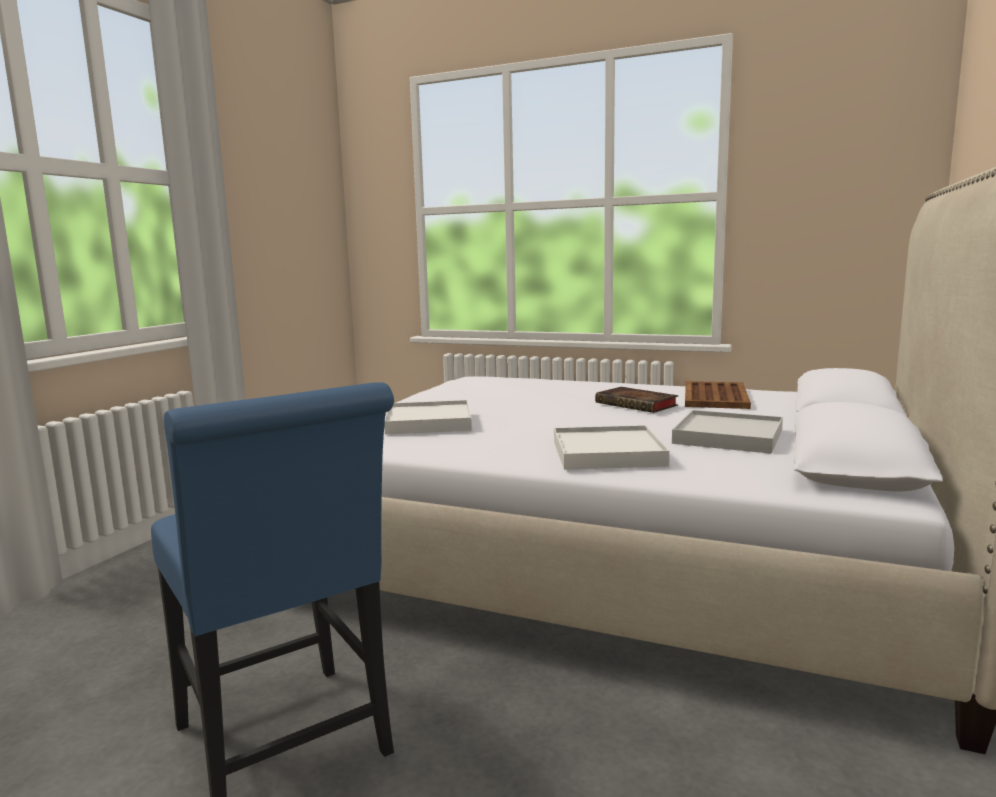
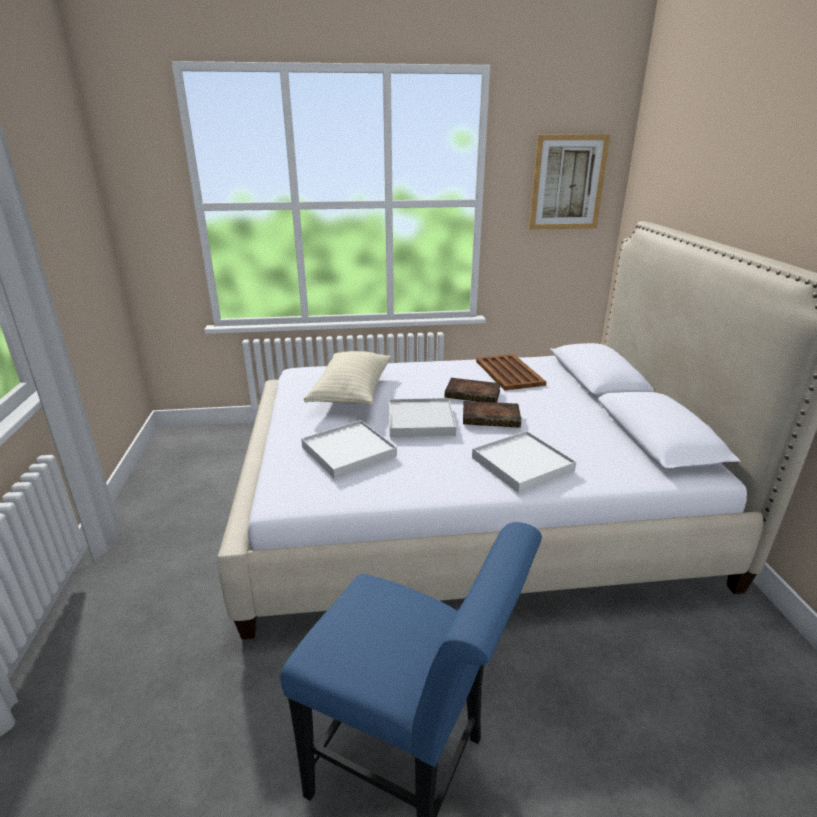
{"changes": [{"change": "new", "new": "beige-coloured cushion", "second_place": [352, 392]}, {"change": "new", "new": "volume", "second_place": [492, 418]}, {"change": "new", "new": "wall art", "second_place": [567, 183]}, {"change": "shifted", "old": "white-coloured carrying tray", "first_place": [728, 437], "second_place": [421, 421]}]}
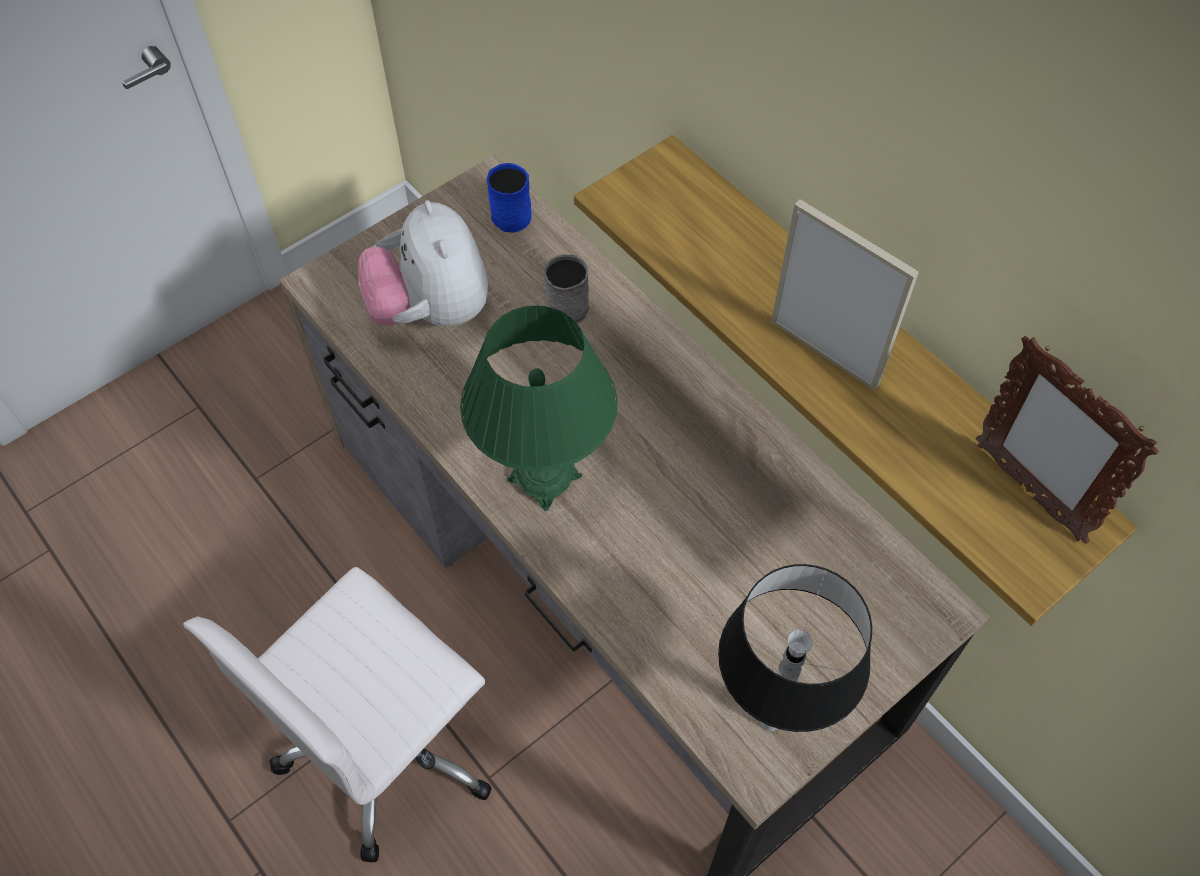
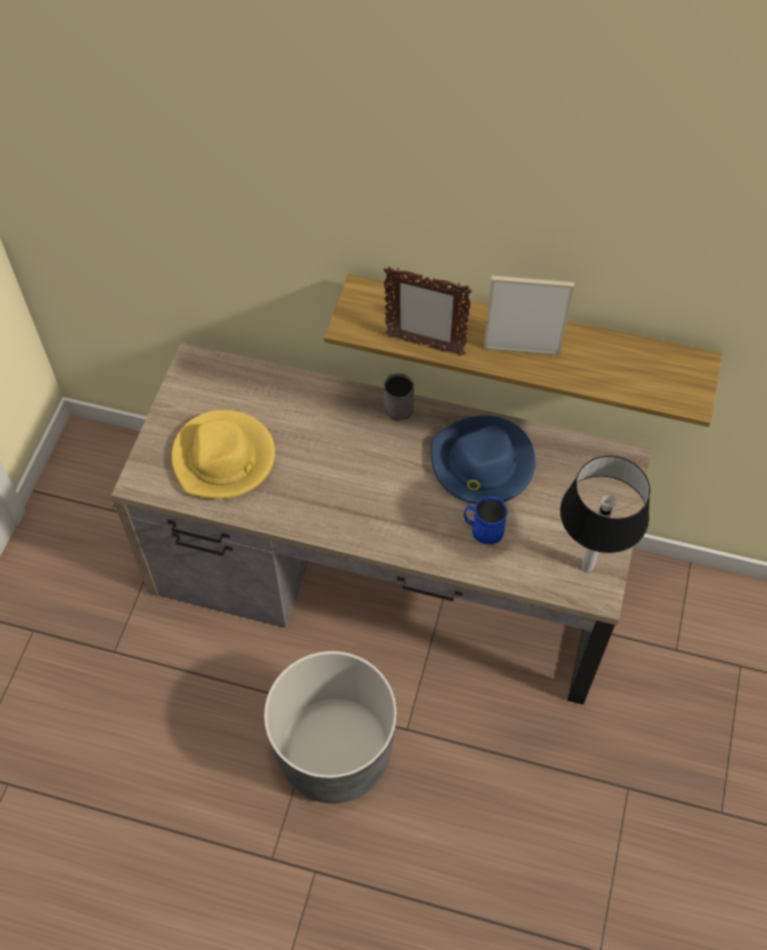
{"changes": [{"change": "gone", "old": "green-coloured lamp for a table", "first_place": [544, 477]}, {"change": "new", "new": "blue-coloured clothing hat", "second_place": [482, 464]}, {"change": "shifted", "old": "blue-coloured coffee mug", "first_place": [507, 213], "second_place": [483, 529]}, {"change": "shifted", "old": "grey coffee mug", "first_place": [569, 303], "second_place": [396, 405]}, {"change": "shifted", "old": "standing frame", "first_place": [1028, 490], "second_place": [424, 345]}, {"change": "swapped", "old": "white-coloured desk chair", "new": "grey flower pot", "first_place": [389, 746], "second_place": [334, 751]}, {"change": "swapped", "old": "plush toy", "new": "yellowish clothing hat", "first_place": [431, 310], "second_place": [224, 459]}]}
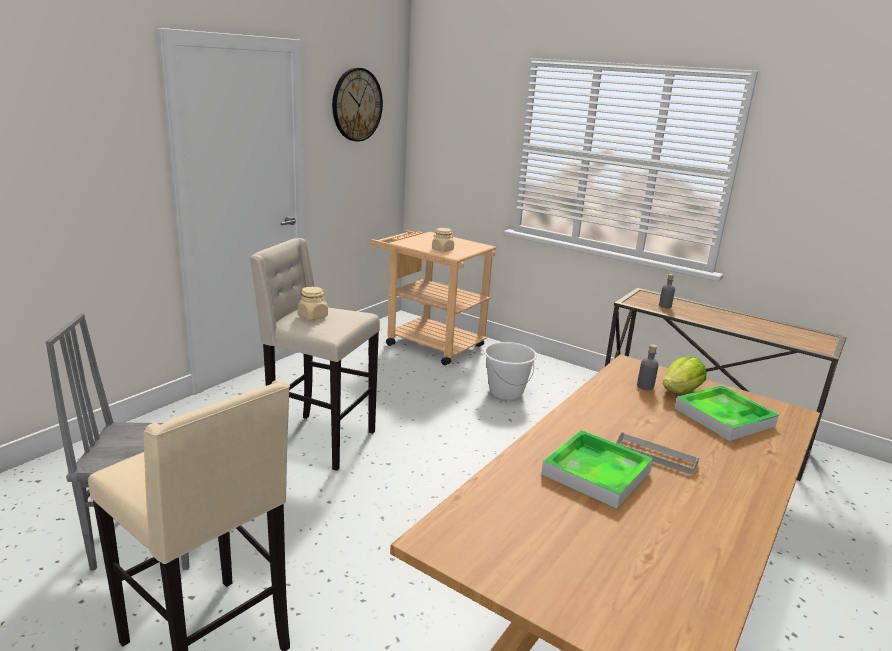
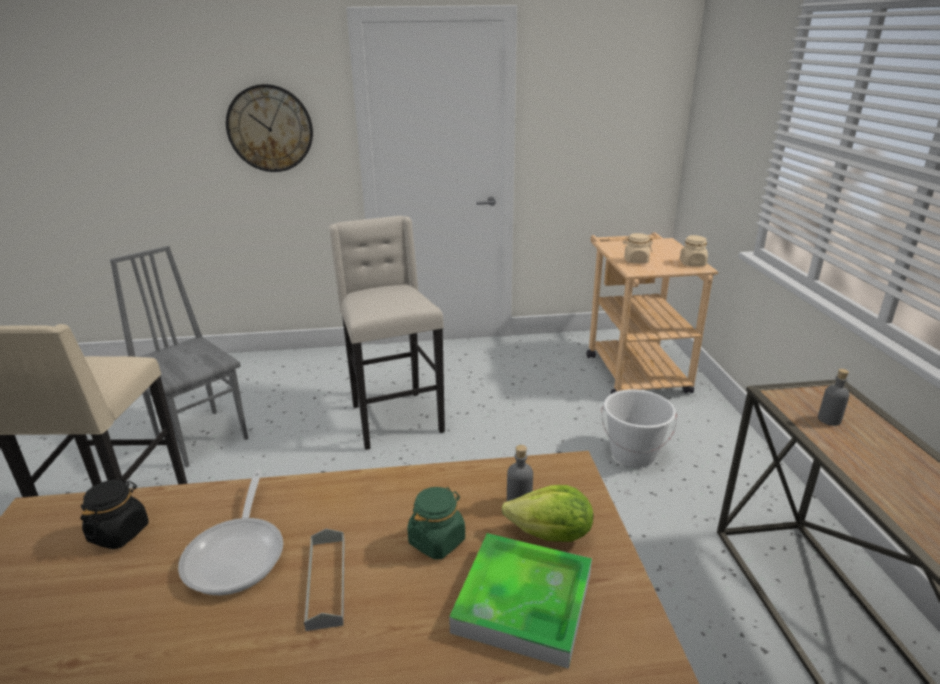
{"changes": [{"change": "new", "new": "blackish preserve jar", "second_place": [119, 533]}, {"change": "new", "new": "green-coloured preserve jar", "second_place": [437, 541]}, {"change": "shifted", "old": "beige-coloured preserve jar", "first_place": [313, 316], "second_place": [692, 263]}, {"change": "shifted", "old": "clock on the wall", "first_place": [357, 105], "second_place": [270, 128]}, {"change": "swapped", "old": "carrying tray", "new": "frying pan", "first_place": [596, 473], "second_place": [238, 553]}]}
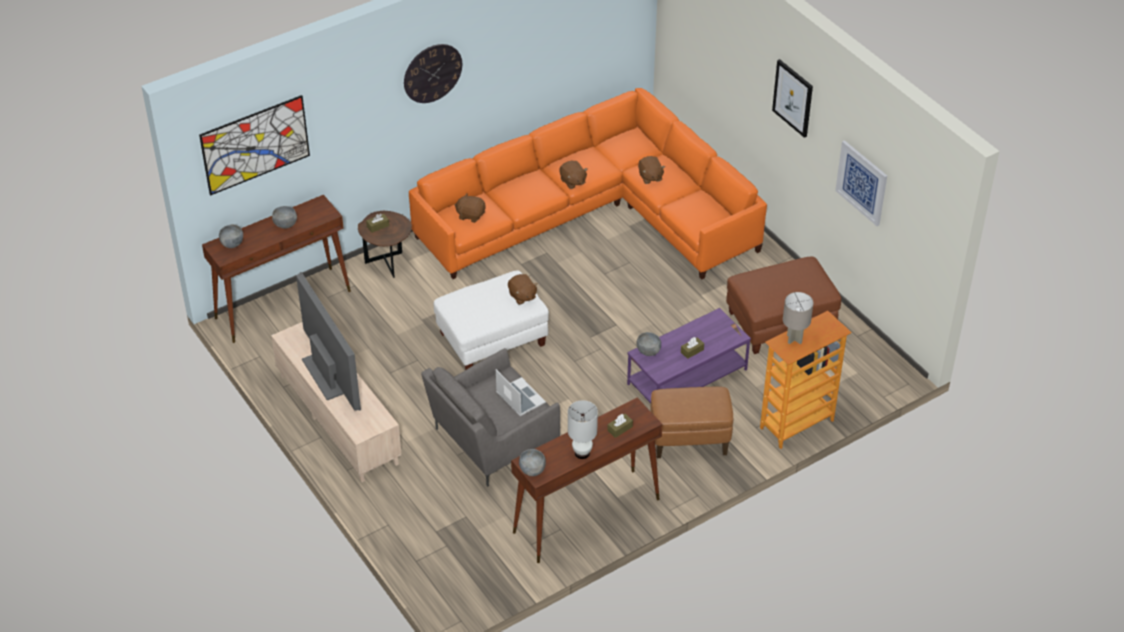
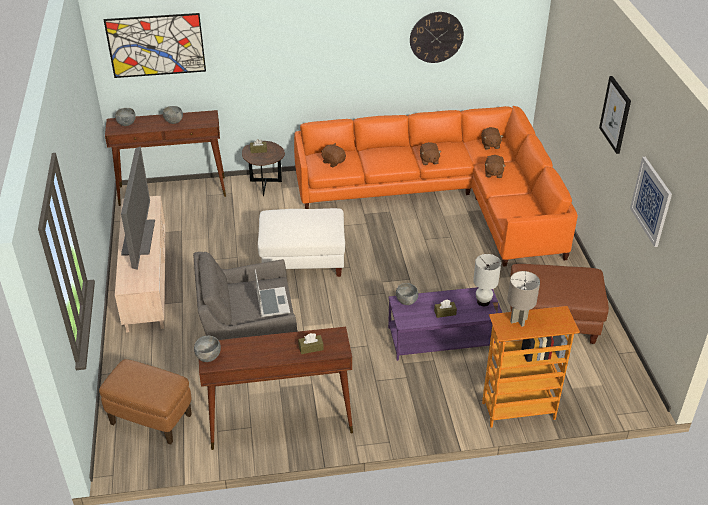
{"changes": [{"change": "shifted", "old": "clock on the wall", "first_place": [432, 73], "second_place": [436, 37]}, {"change": "shifted", "old": "brownish plush toy", "first_place": [522, 296], "second_place": [490, 145]}, {"change": "shifted", "old": "white-coloured lamp for a table", "first_place": [582, 453], "second_place": [483, 301]}, {"change": "shifted", "old": "brownish footrest", "first_place": [689, 441], "second_place": [151, 419]}]}
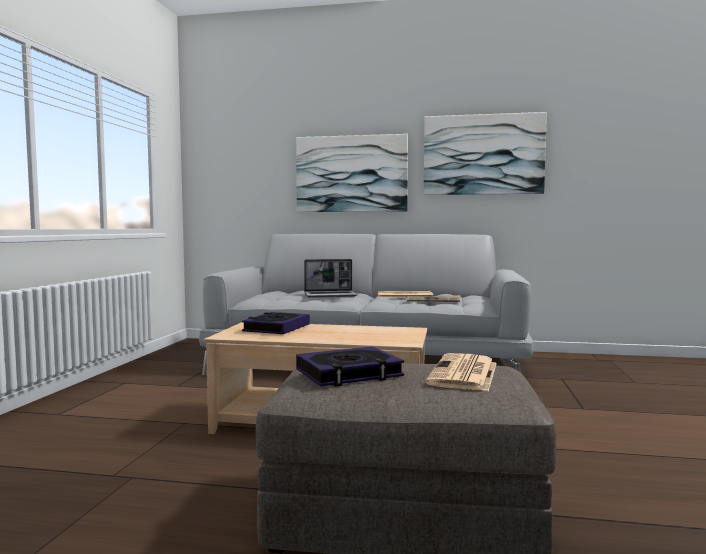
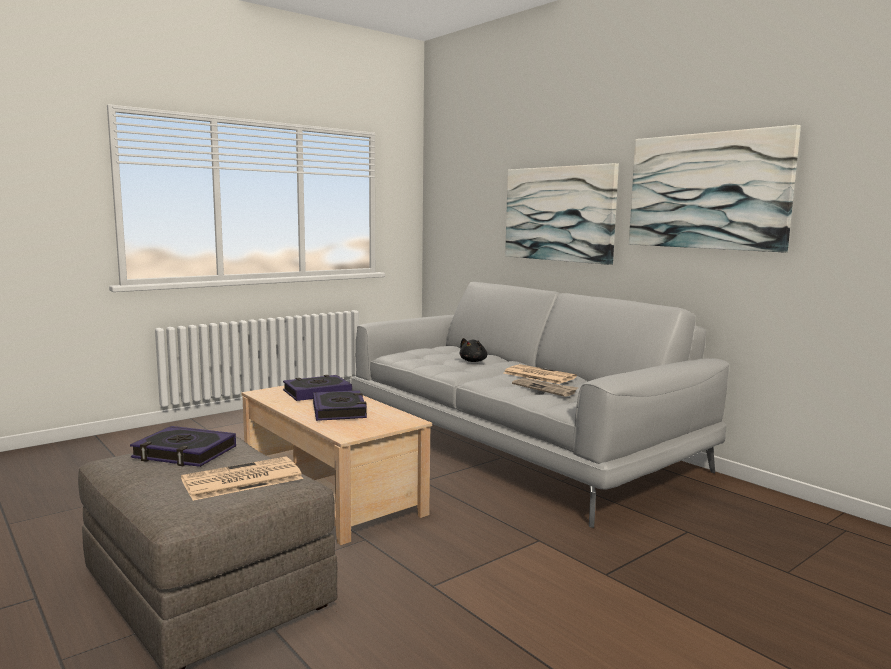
{"changes": [{"change": "new", "new": "volume", "second_place": [339, 411]}, {"change": "swapped", "old": "notebook computer", "new": "blackish plush toy", "first_place": [331, 295], "second_place": [474, 361]}]}
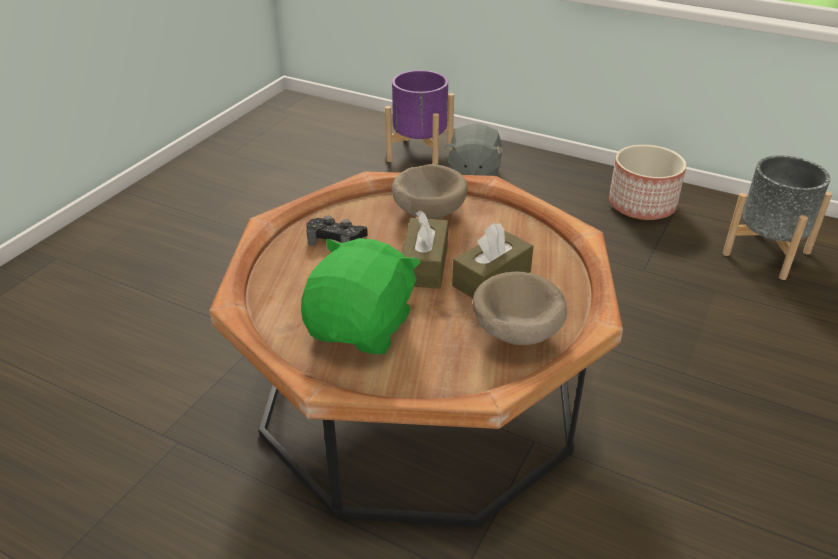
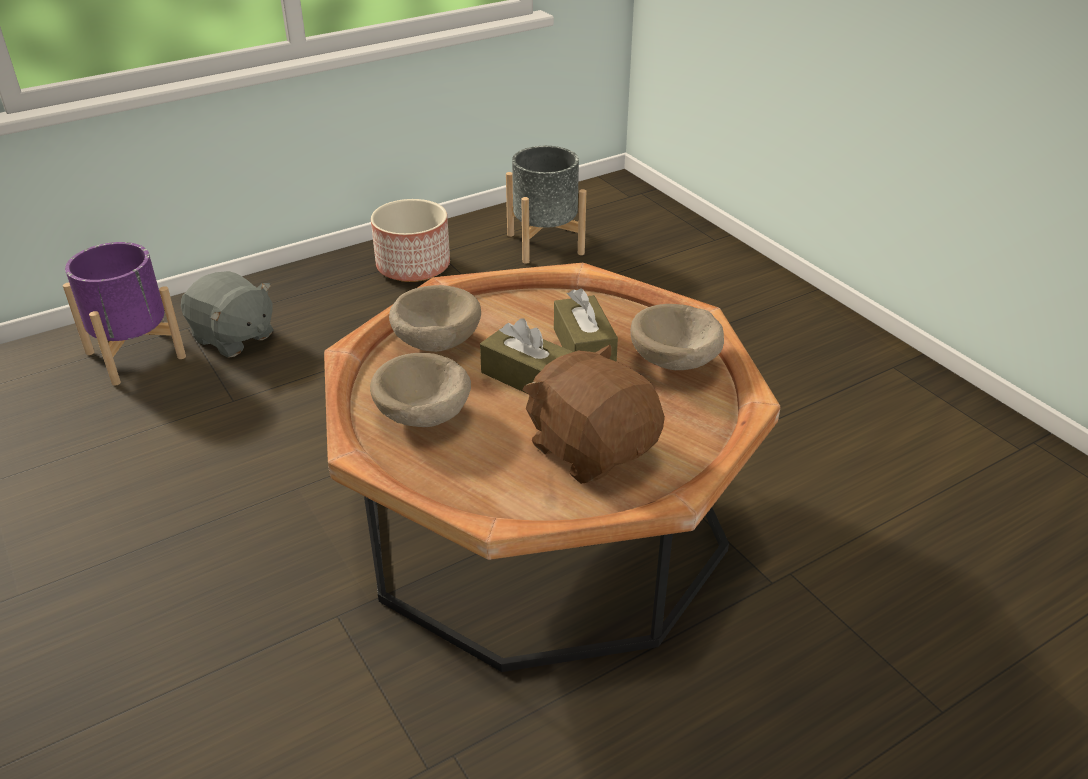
{"changes": [{"change": "swapped", "old": "blackish gamepad", "new": "beige-coloured deep dish", "first_place": [336, 239], "second_place": [422, 417]}, {"change": "repainted", "old": "green-coloured plush toy", "new": "brownish plush toy", "first_place": [362, 327], "second_place": [592, 448]}]}
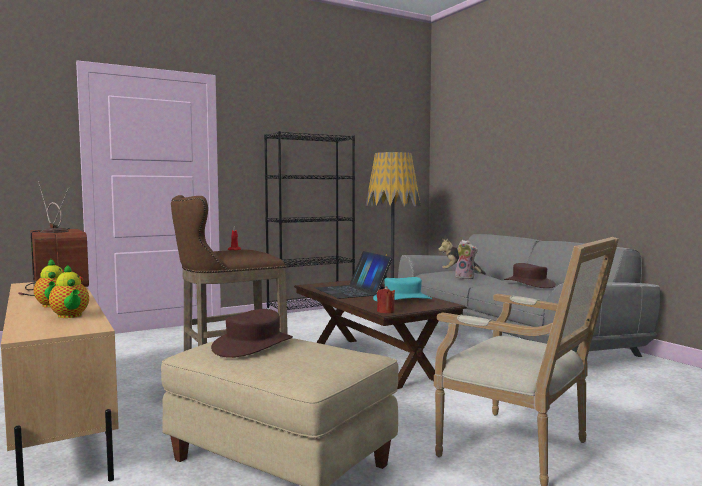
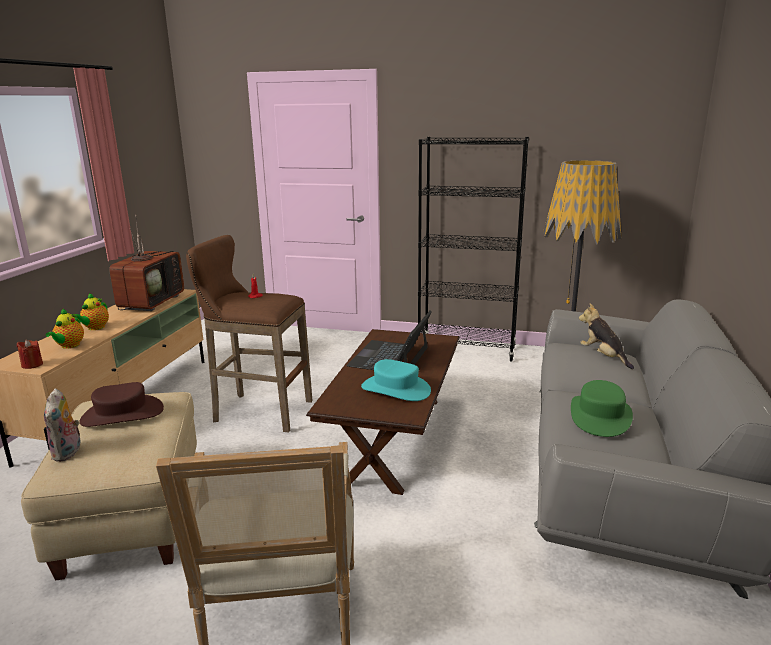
{"changes": [{"change": "shifted", "old": "reddish wax light", "first_place": [385, 311], "second_place": [32, 365]}, {"change": "shifted", "old": "plush toy", "first_place": [465, 278], "second_place": [68, 453]}, {"change": "repainted", "old": "brownish clothing hat", "new": "green-coloured clothing hat", "first_place": [529, 284], "second_place": [600, 416]}]}
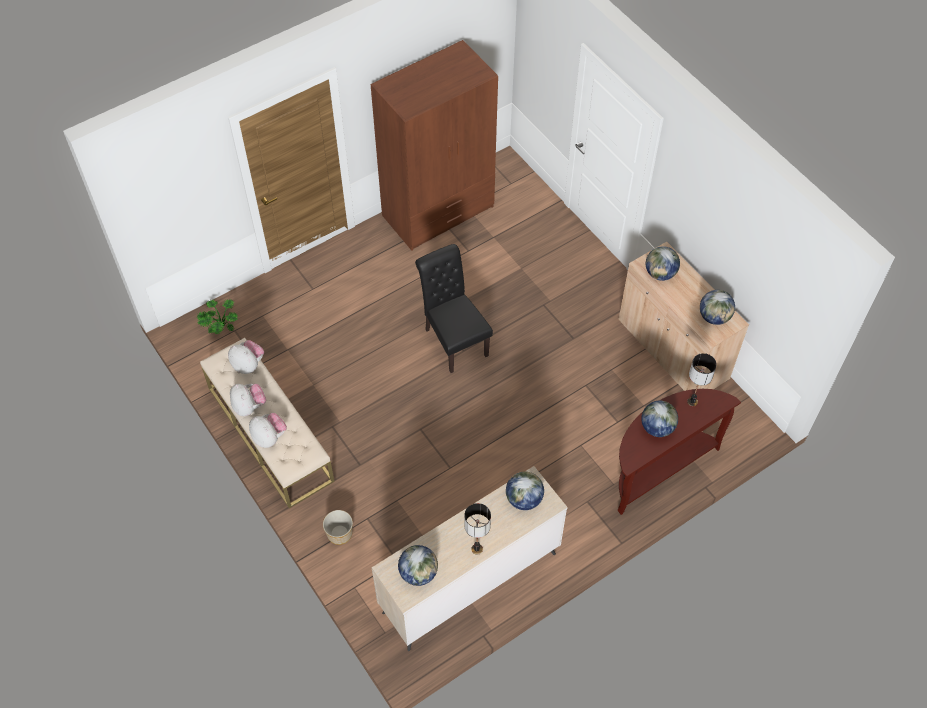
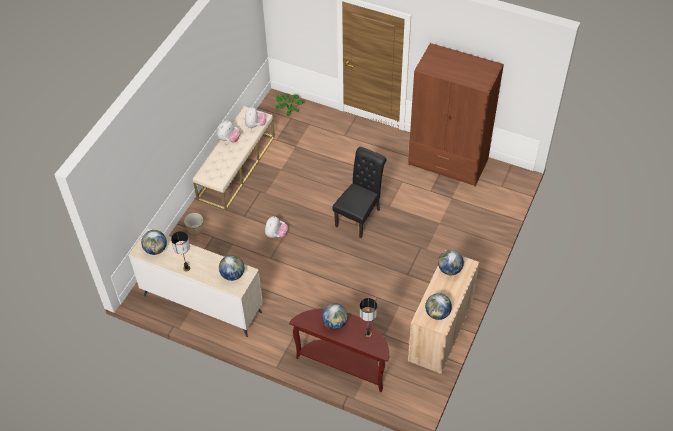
{"changes": [{"change": "shifted", "old": "plush toy", "first_place": [269, 437], "second_place": [276, 234]}]}
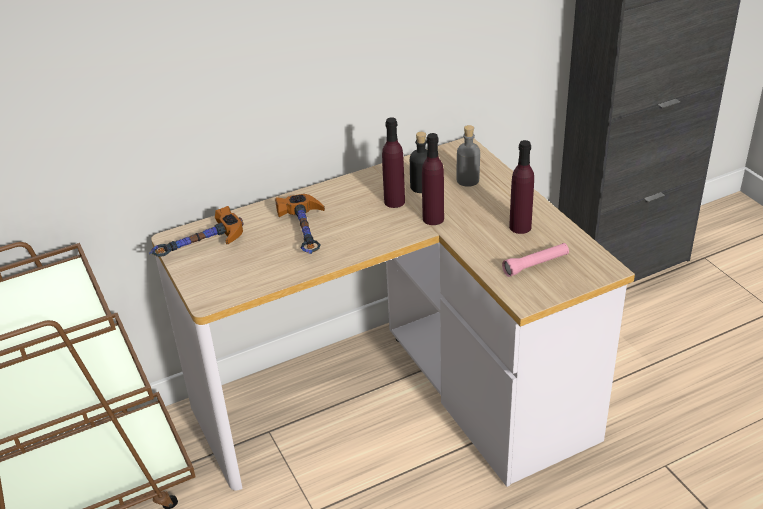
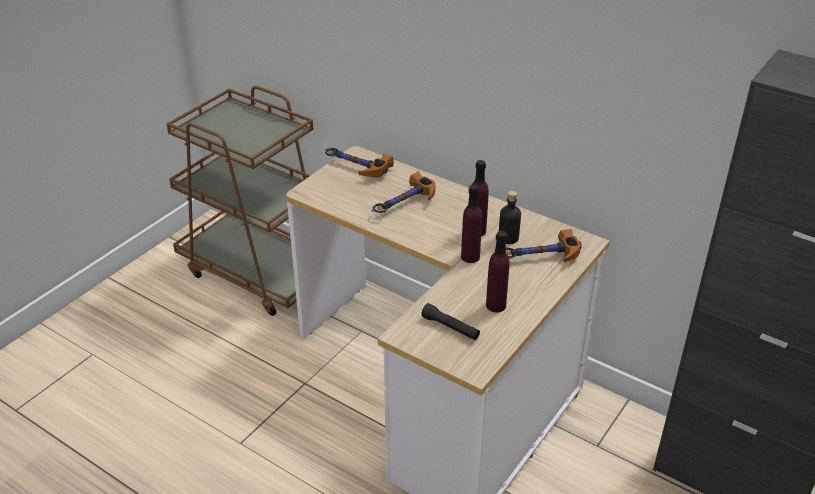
{"changes": [{"change": "swapped", "old": "grey drink bottle", "new": "hand hammer", "first_place": [468, 180], "second_place": [539, 258]}, {"change": "repainted", "old": "pink flashlight", "new": "blackish flashlight", "first_place": [535, 265], "second_place": [450, 328]}]}
